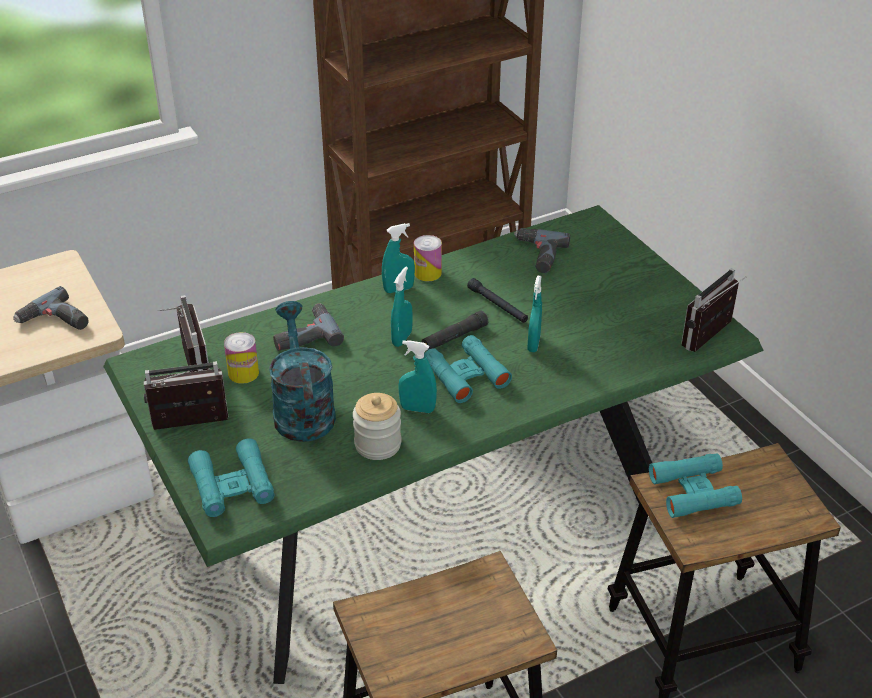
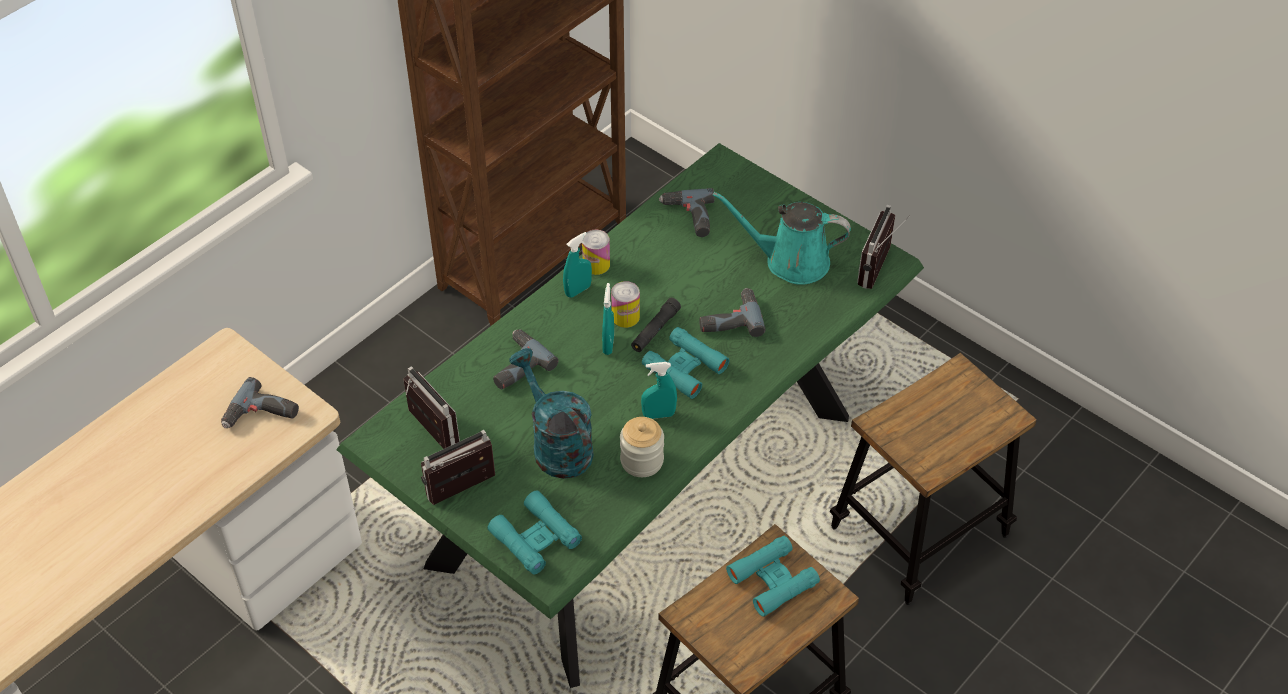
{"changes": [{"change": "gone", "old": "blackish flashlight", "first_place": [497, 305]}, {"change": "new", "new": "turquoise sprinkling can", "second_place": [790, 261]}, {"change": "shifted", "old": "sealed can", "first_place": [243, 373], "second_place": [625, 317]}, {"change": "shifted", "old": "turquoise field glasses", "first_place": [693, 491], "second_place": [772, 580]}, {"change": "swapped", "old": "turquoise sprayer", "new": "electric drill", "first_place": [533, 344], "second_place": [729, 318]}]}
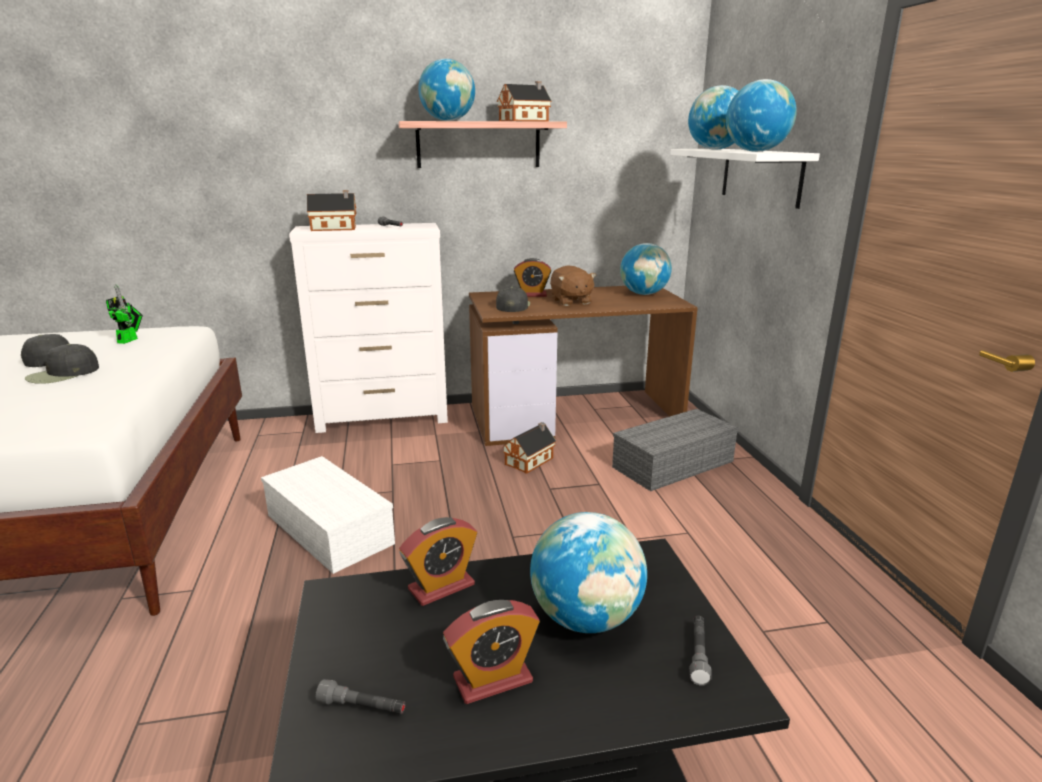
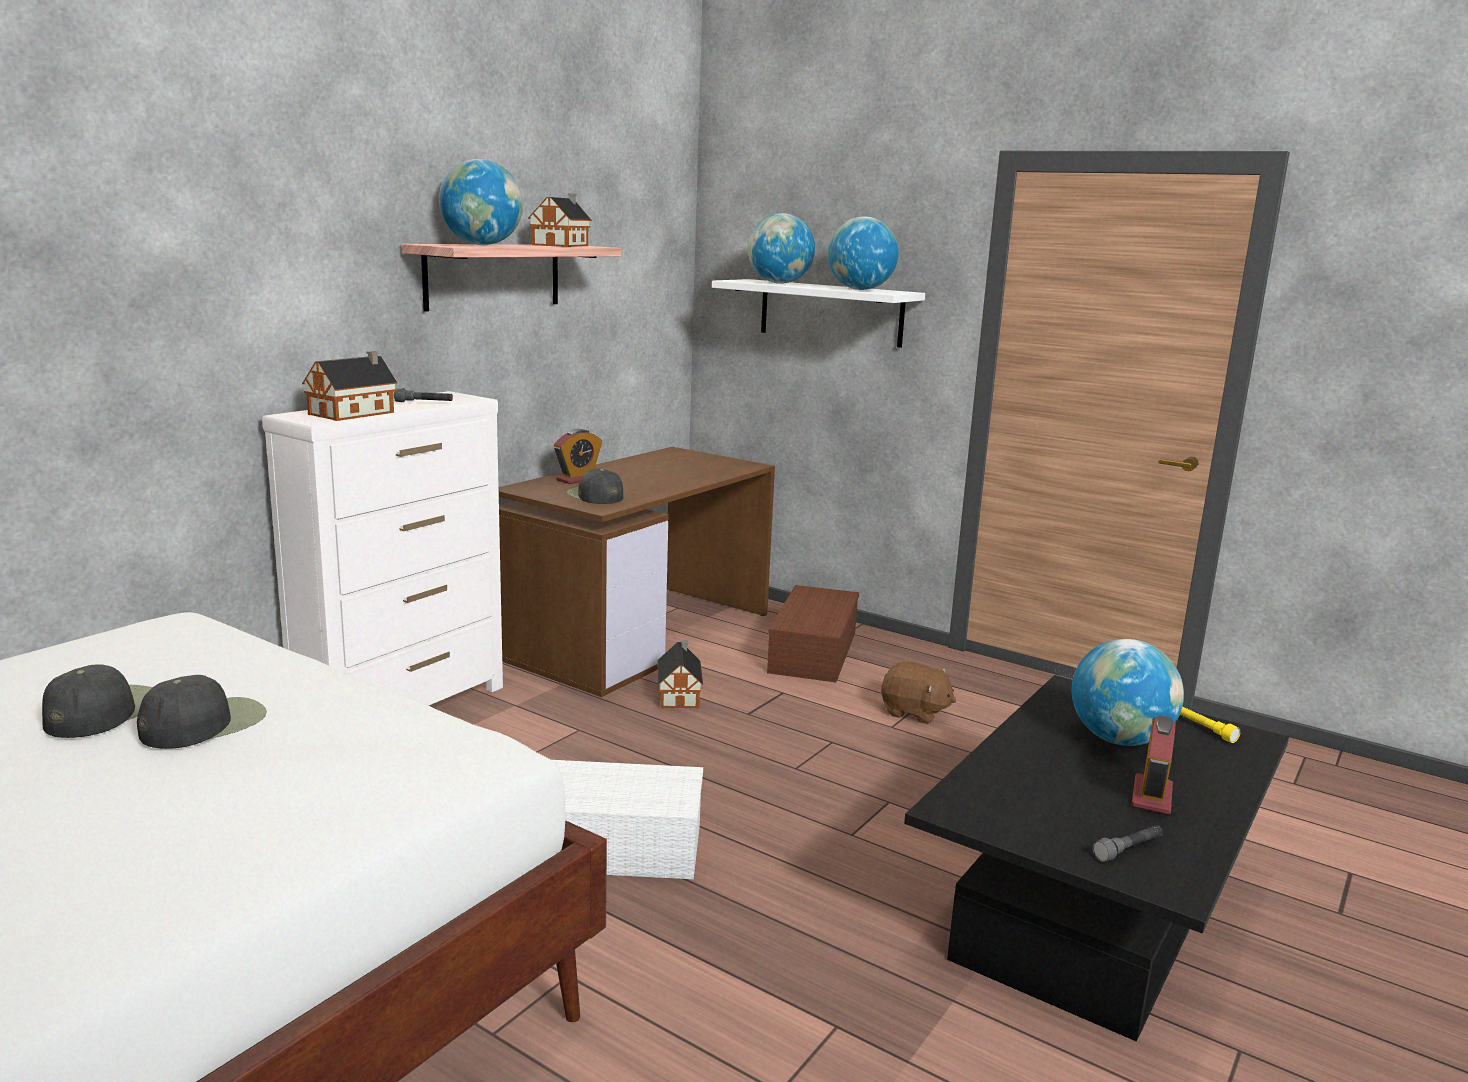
{"changes": [{"change": "gone", "old": "model robot", "first_place": [130, 340]}, {"change": "gone", "old": "alarm clock", "first_place": [441, 587]}, {"change": "gone", "old": "globe", "first_place": [644, 294]}, {"change": "shifted", "old": "brownish plush toy", "first_place": [570, 301], "second_place": [914, 713]}, {"change": "repainted", "old": "grey storage box", "new": "brownish storage box", "first_place": [673, 463], "second_place": [812, 651]}, {"change": "repainted", "old": "grey flashlight", "new": "yellowish flashlight", "first_place": [698, 654], "second_place": [1203, 729]}, {"change": "rotated", "old": "blackish cap", "first_place": [62, 374], "second_place": [204, 723], "degrees": -135}]}
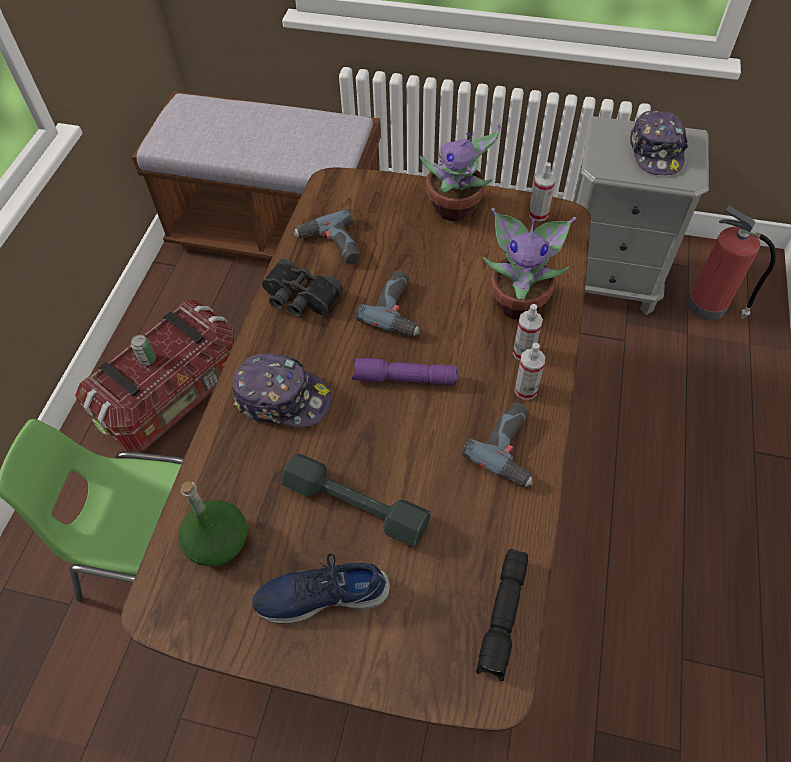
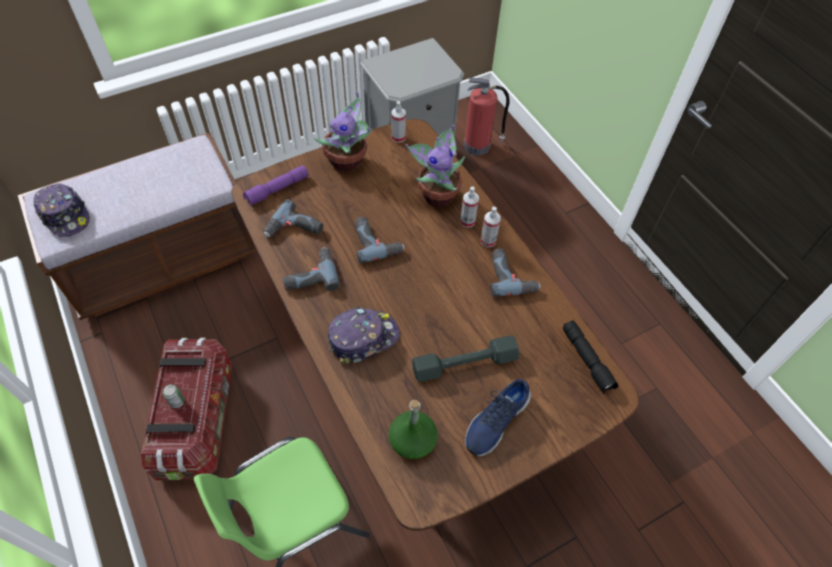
{"changes": [{"change": "shifted", "old": "purplish flashlight", "first_place": [403, 379], "second_place": [277, 190]}, {"change": "shifted", "old": "cap", "first_place": [656, 152], "second_place": [65, 215]}, {"change": "swapped", "old": "blackish field glasses", "new": "electric drill", "first_place": [299, 299], "second_place": [309, 274]}]}
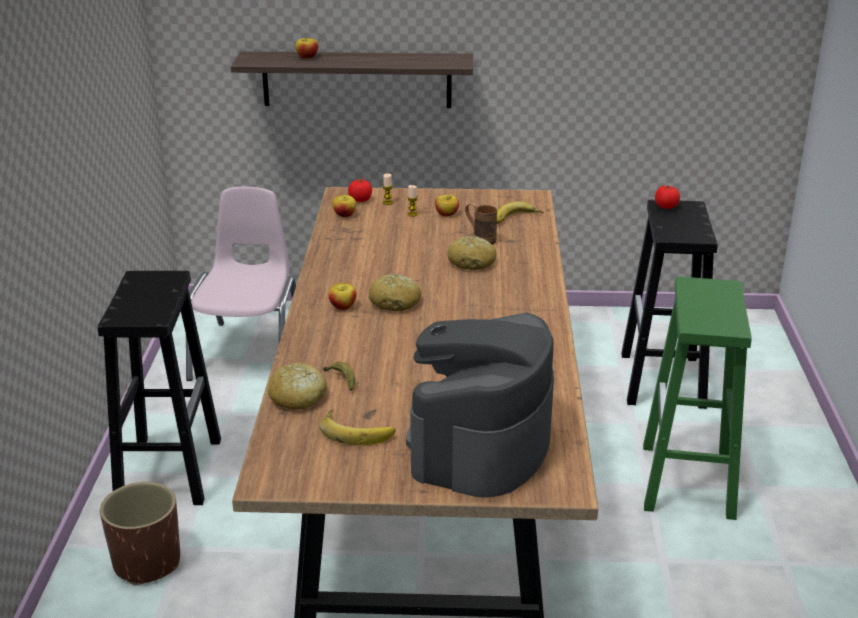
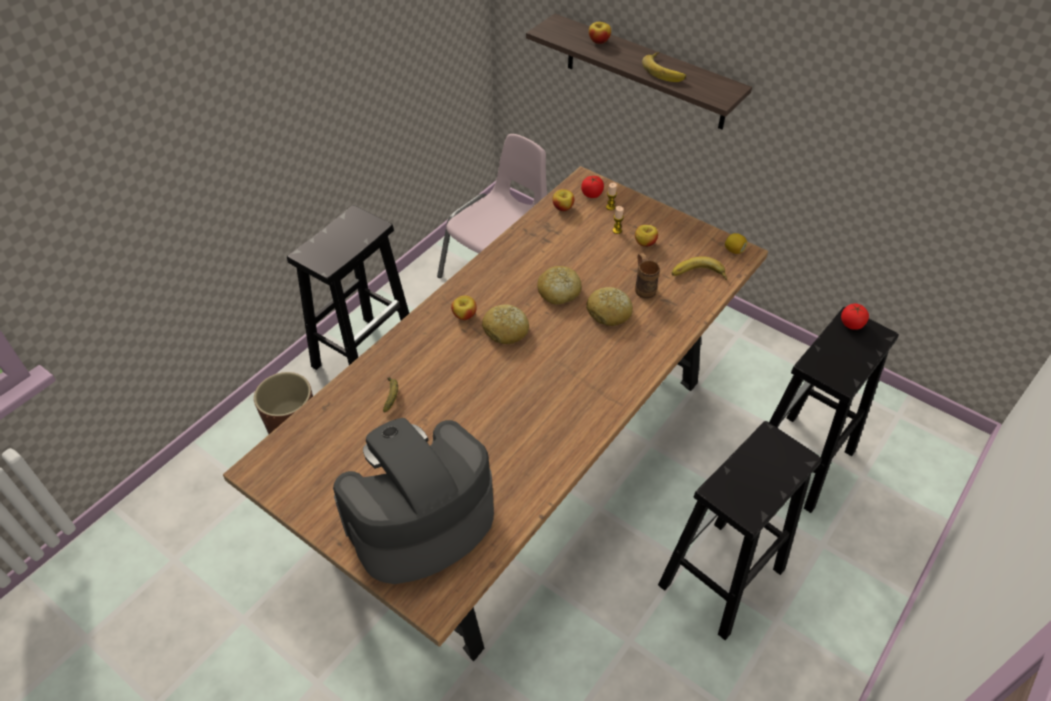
{"changes": [{"change": "new", "new": "lemon", "second_place": [734, 250]}, {"change": "shifted", "old": "bakery bread", "first_place": [297, 397], "second_place": [559, 292]}, {"change": "shifted", "old": "banana fruit", "first_place": [357, 431], "second_place": [665, 70]}, {"change": "repainted", "old": "green-coloured stool", "new": "blackish stool", "first_place": [688, 482], "second_place": [720, 579]}]}
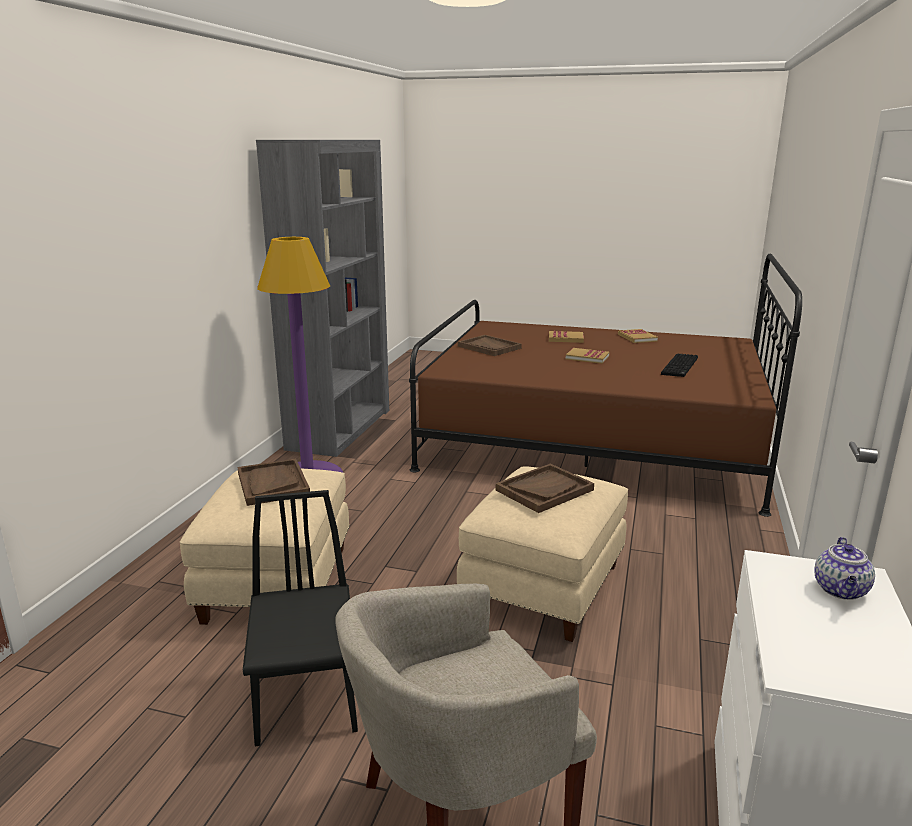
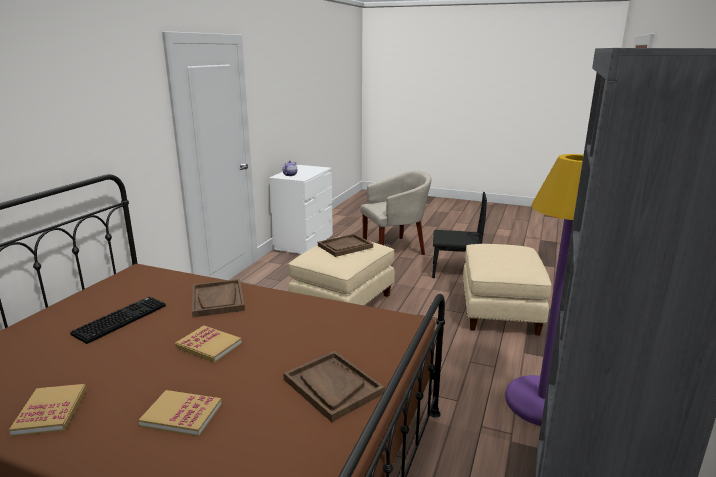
{"changes": [{"change": "shifted", "old": "brownish carrying tray", "first_place": [272, 484], "second_place": [218, 299]}, {"change": "rotated", "old": "blackish plain chair", "first_place": [307, 696], "second_place": [455, 271], "degrees": -75}]}
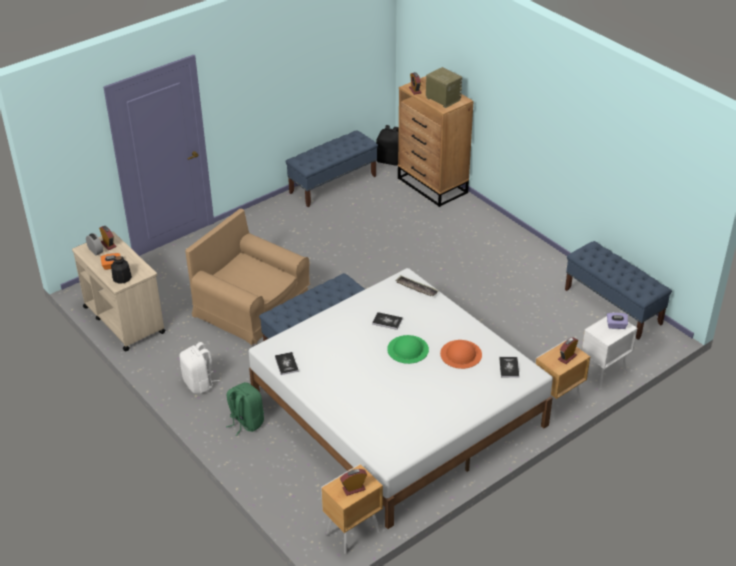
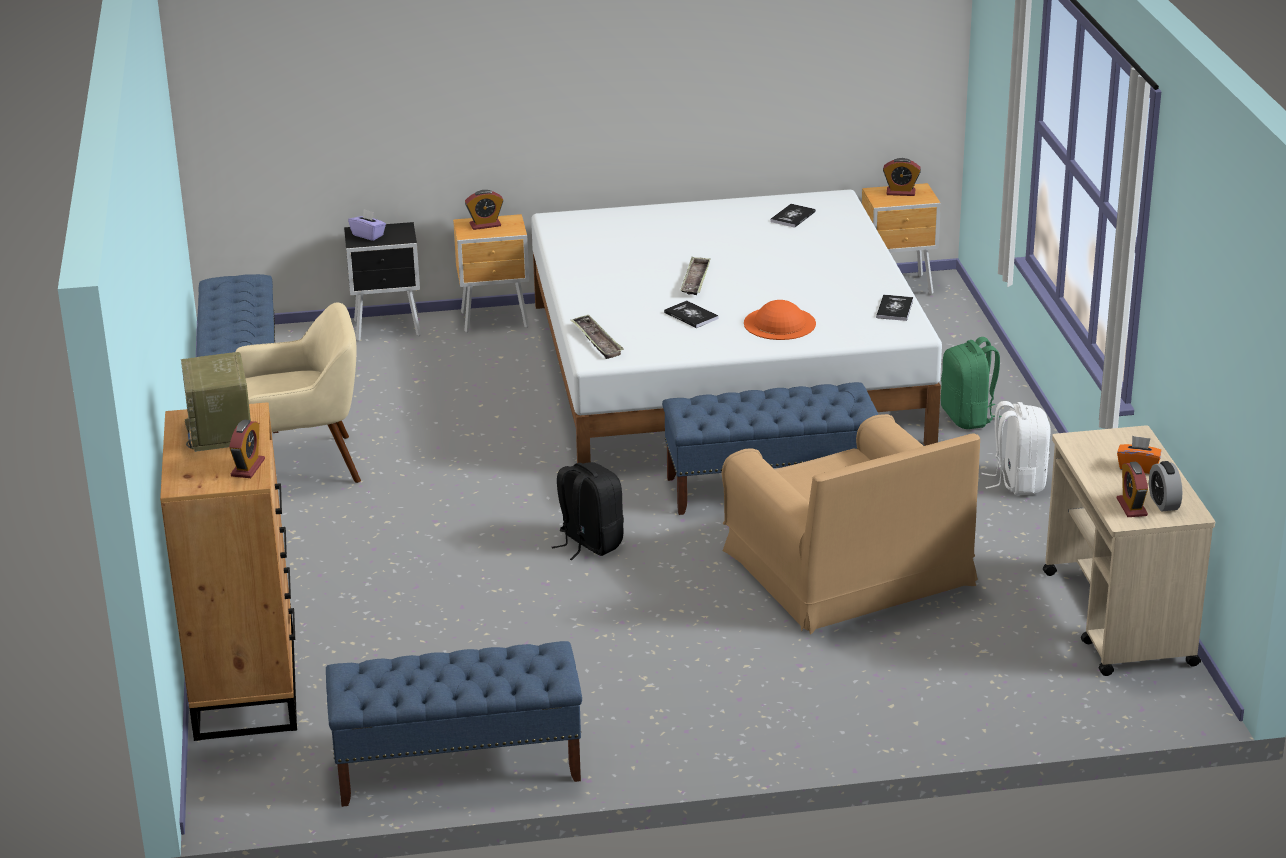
{"changes": [{"change": "gone", "old": "drink bottle", "first_place": [122, 278]}, {"change": "new", "new": "beige-coloured lounge chair", "second_place": [305, 465]}, {"change": "shifted", "old": "blackish backpack", "first_place": [389, 160], "second_place": [589, 543]}, {"change": "shifted", "old": "orangey clothing hat", "first_place": [461, 354], "second_place": [779, 323]}, {"change": "shifted", "old": "volume", "first_place": [509, 367], "second_place": [793, 217]}, {"change": "swapped", "old": "green-coloured clothing hat", "new": "carrying tray", "first_place": [408, 349], "second_place": [695, 280]}, {"change": "repainted", "old": "white-coloured nightstand", "new": "blackish nightstand", "first_place": [601, 375], "second_place": [389, 329]}]}
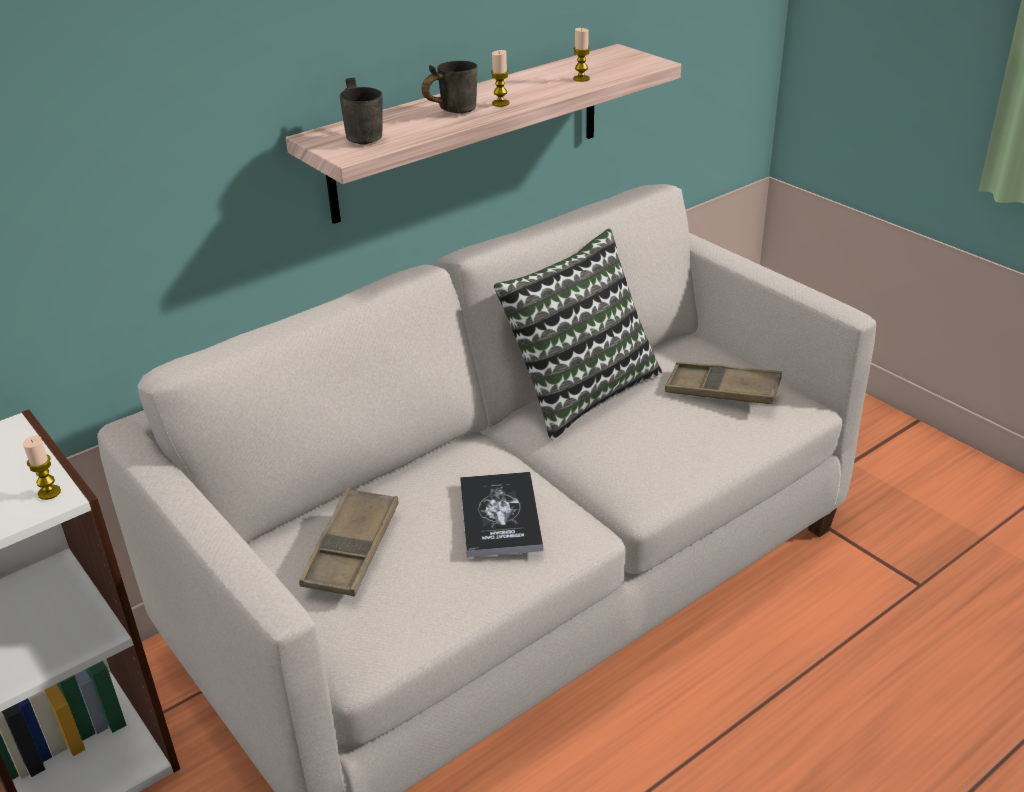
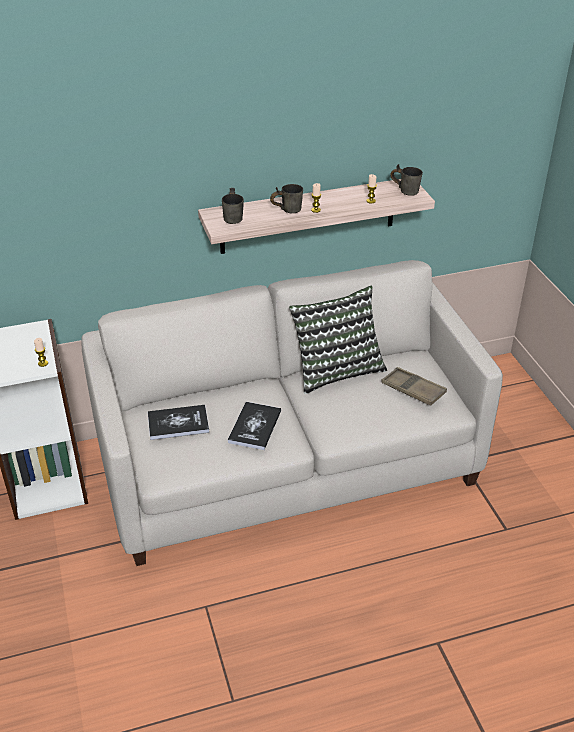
{"changes": [{"change": "new", "new": "grey coffee mug", "second_place": [406, 190]}, {"change": "swapped", "old": "brownish carrying tray", "new": "volume", "first_place": [352, 549], "second_place": [178, 423]}]}
